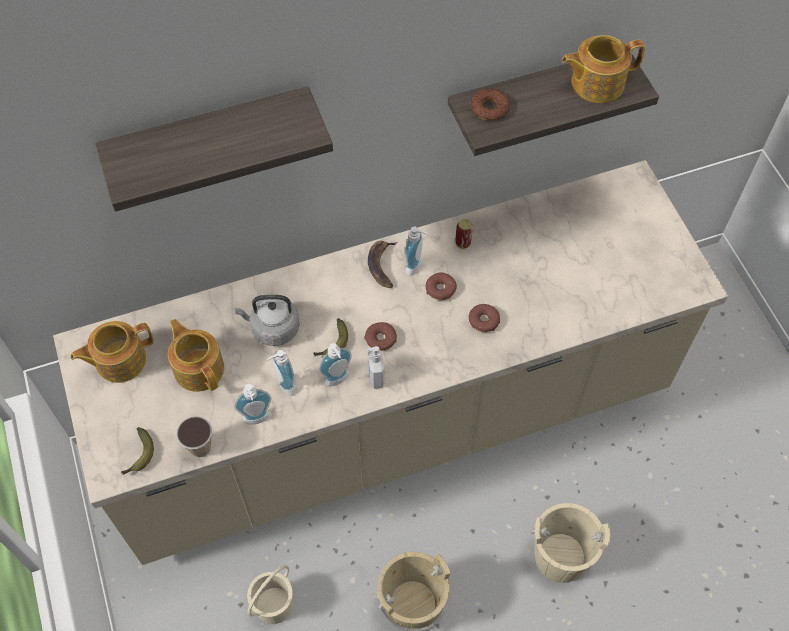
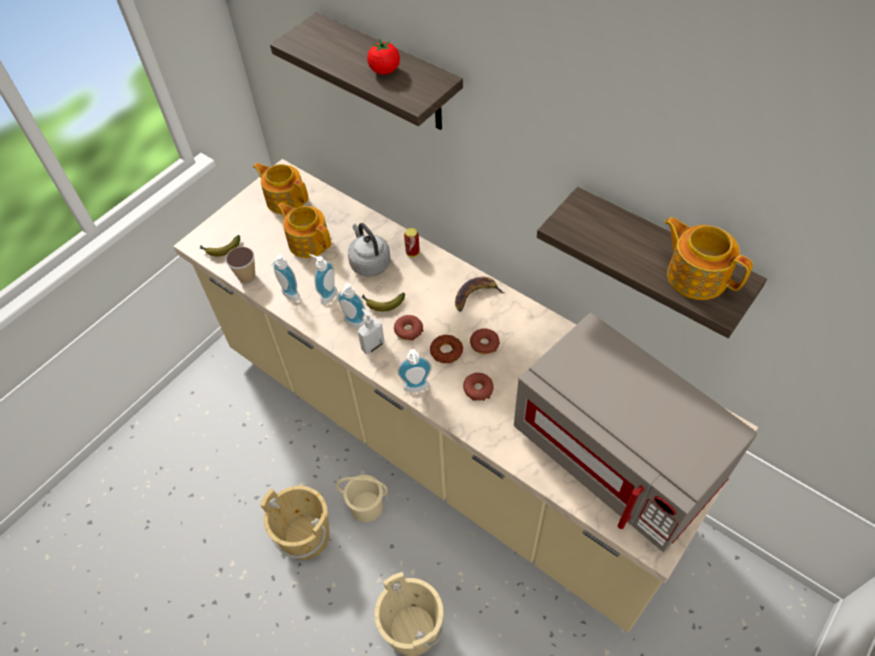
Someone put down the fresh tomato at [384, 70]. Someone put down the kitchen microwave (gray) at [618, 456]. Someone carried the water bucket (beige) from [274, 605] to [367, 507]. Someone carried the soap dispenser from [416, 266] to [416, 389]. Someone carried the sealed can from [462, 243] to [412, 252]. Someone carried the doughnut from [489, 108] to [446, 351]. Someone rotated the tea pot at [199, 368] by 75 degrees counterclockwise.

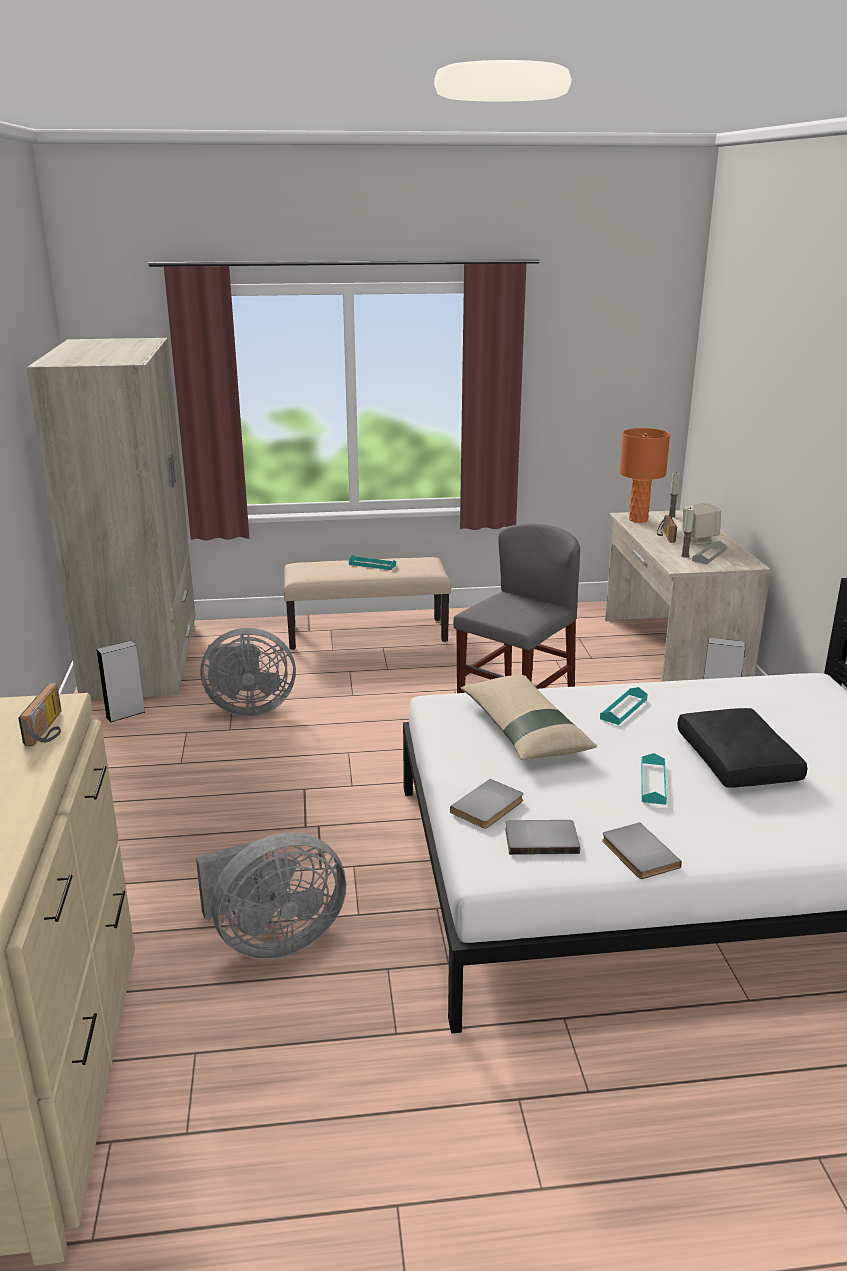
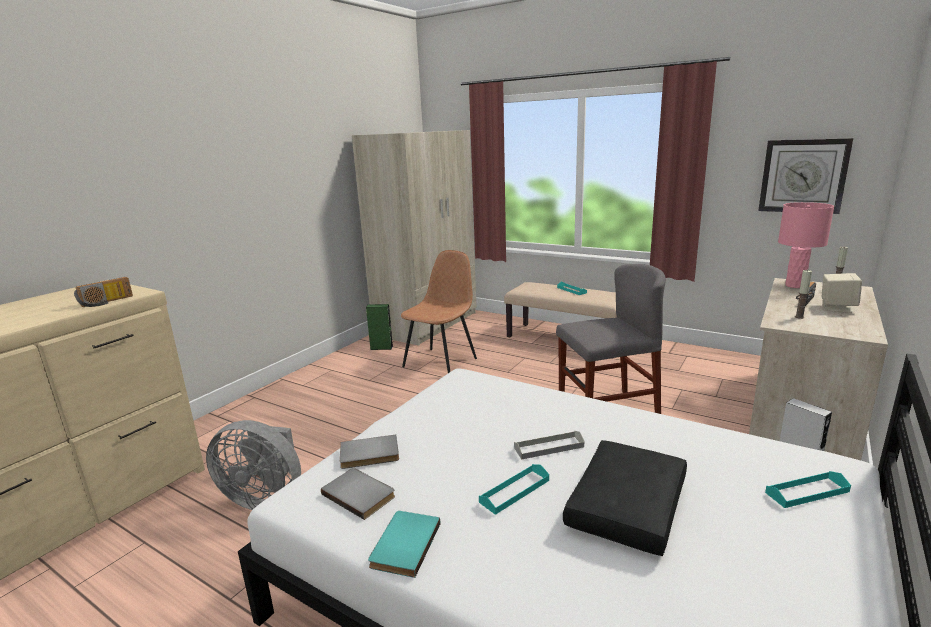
Someone took away the pillow (beige) at [523, 730]. Someone put up the hanging clock at [803, 176]. Someone carried the serving tray (turquoise-coloured) from [623, 709] to [807, 492]. Someone carried the serving tray (gray) from [709, 555] to [549, 447]. Someone swapped the electric fan (gray) at [248, 708] for the plain chair (brown-coloured) at [441, 362]. Someone repainted the speaker (gray) at [125, 714], which became the speaker (green-coloured) at [381, 348]. Someone repainted the bound book (gray) at [637, 854], which became the bound book (turquoise-coloured) at [403, 544]. Someone repainted the tabletop lamp (orange-coloured) at [638, 519], which became the tabletop lamp (pink) at [795, 285].

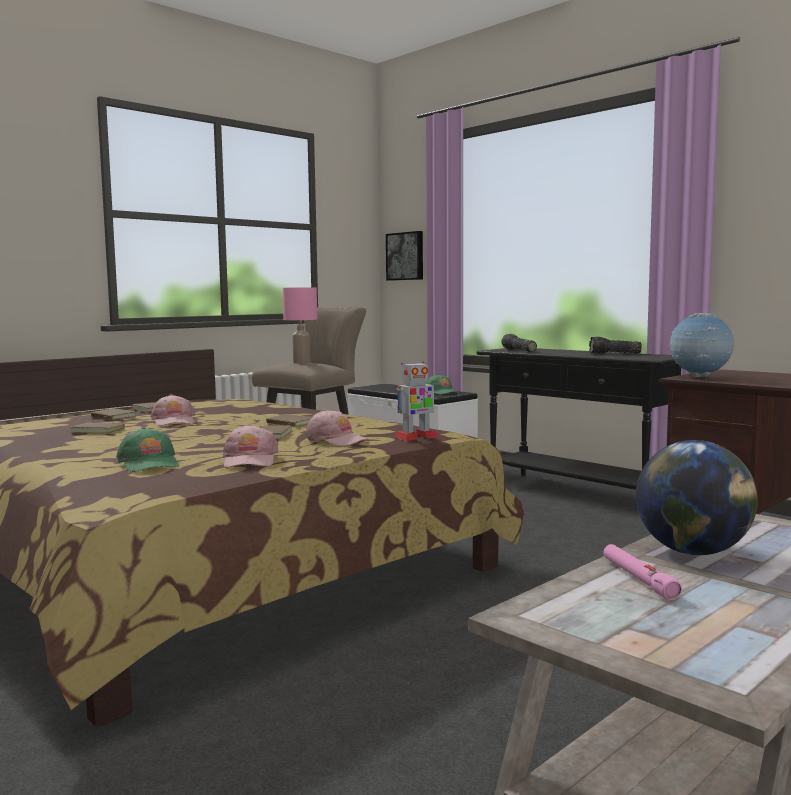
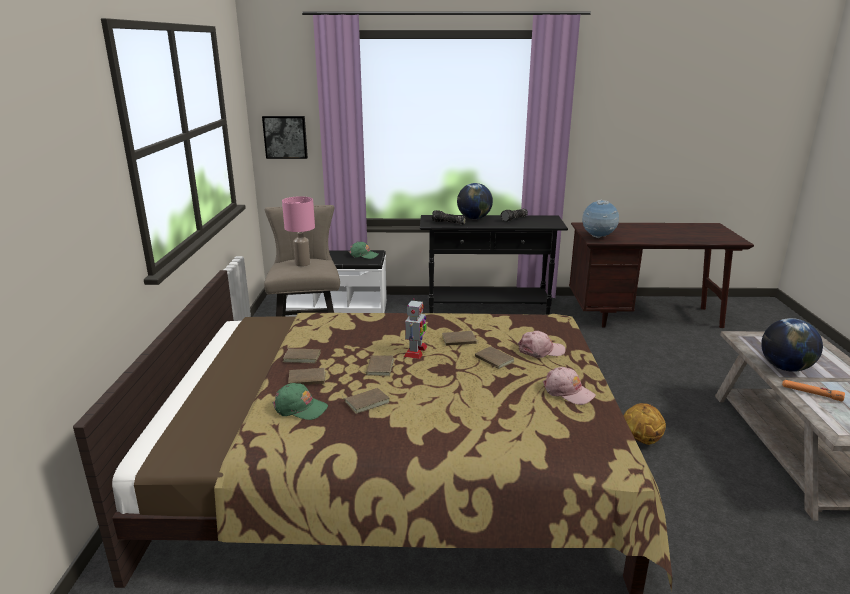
Someone put down the desk globe at [474, 218]. Someone put down the basketball ball at [640, 439]. Someone carried the peaked cap (green-coloured) from [149, 464] to [300, 408]. Someone carried the model robot from [416, 437] to [415, 351]. Someone swapped the peaked cap (pink) at [174, 421] for the bound book (brown-coloured) at [378, 367]. Someone repainted the torch (pink) at [638, 579], which became the torch (orange-coloured) at [811, 393].

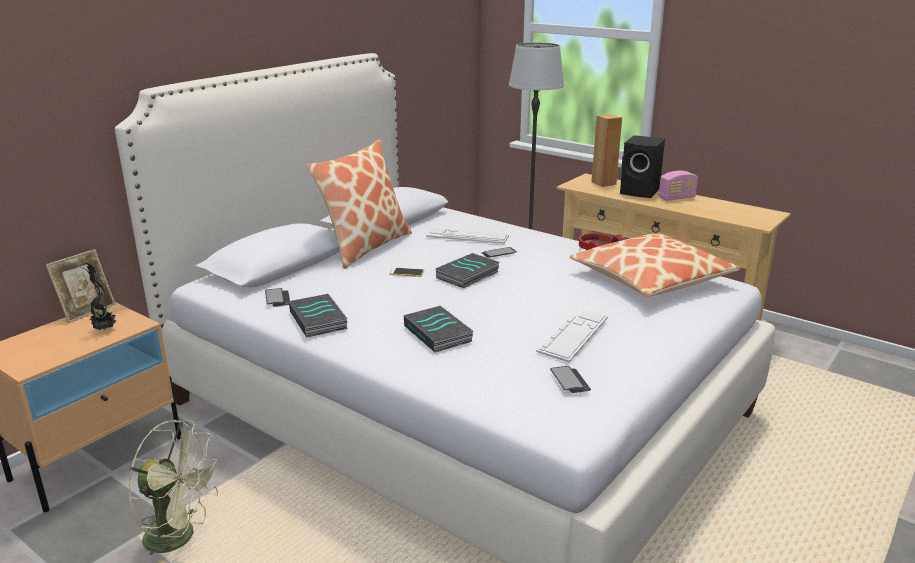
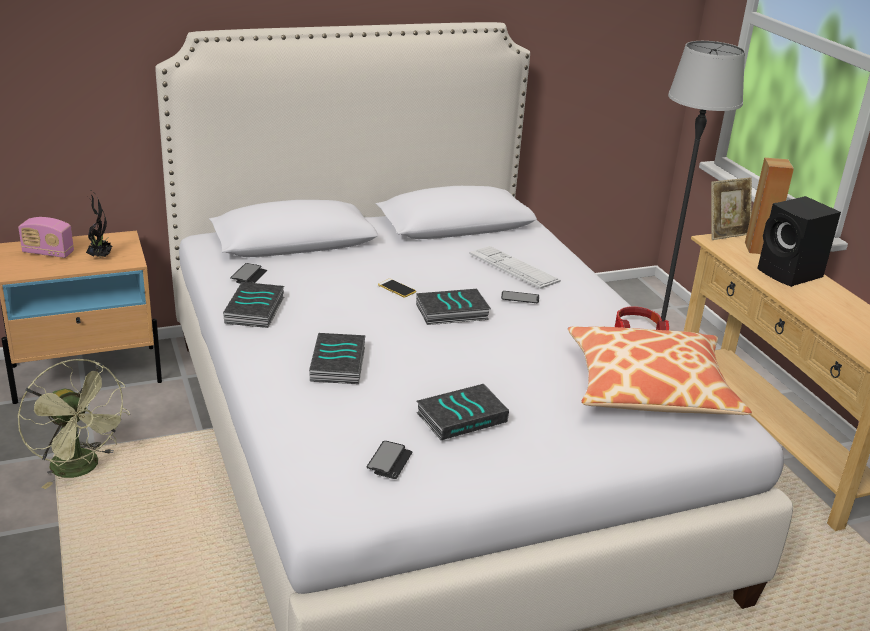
Someone took away the pillow at [365, 247]. Someone carried the picture frame from [87, 311] to [726, 233]. Someone carried the radio from [676, 198] to [48, 253]. Someone swapped the keyboard at [573, 335] for the bound book at [461, 416].

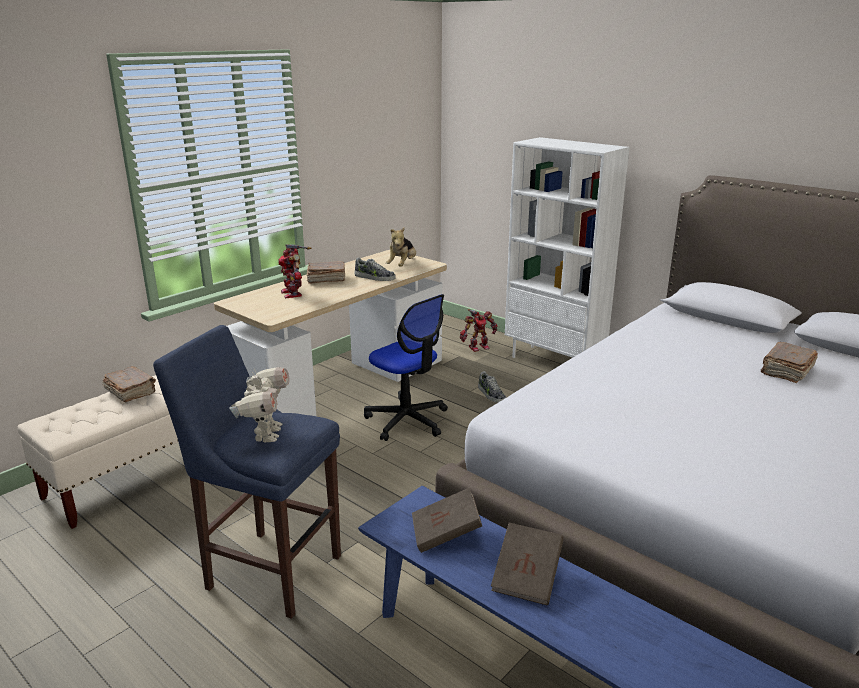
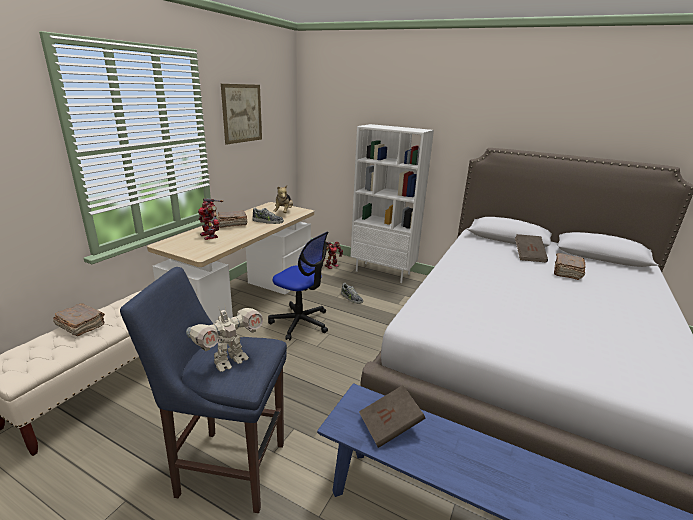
Someone put up the wall art at [242, 113]. Someone carried the bound book (brown-coloured) from [526, 578] to [529, 256]. Someone rotated the model robot at [265, 434] by 60 degrees clockwise.

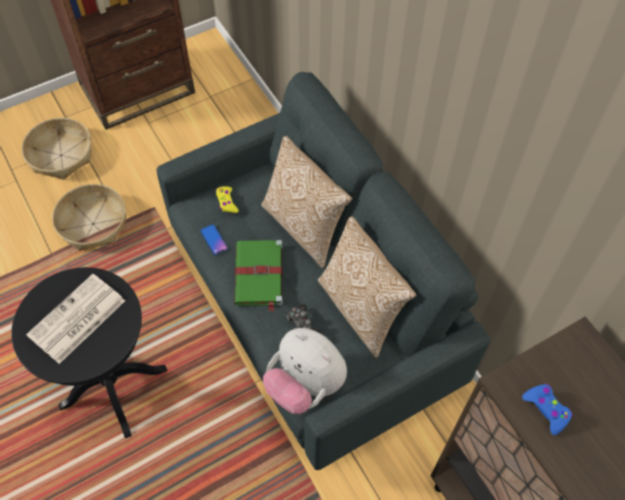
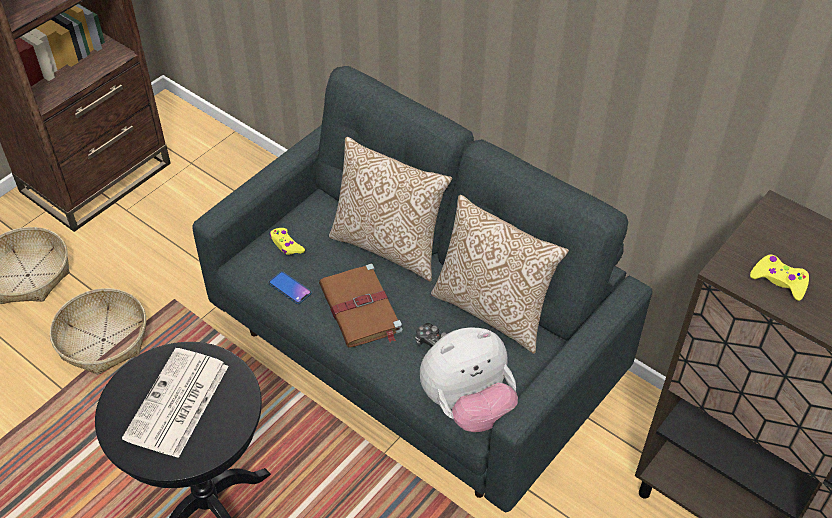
Someone repainted the bound book (green-coloured) at [259, 275], which became the bound book (brown-coloured) at [361, 309]. Someone repainted the joypad (bluish) at [546, 409], which became the joypad (yellow-coloured) at [779, 281]. Someone rotated the cuddly toy at [305, 384] by 45 degrees counterclockwise.

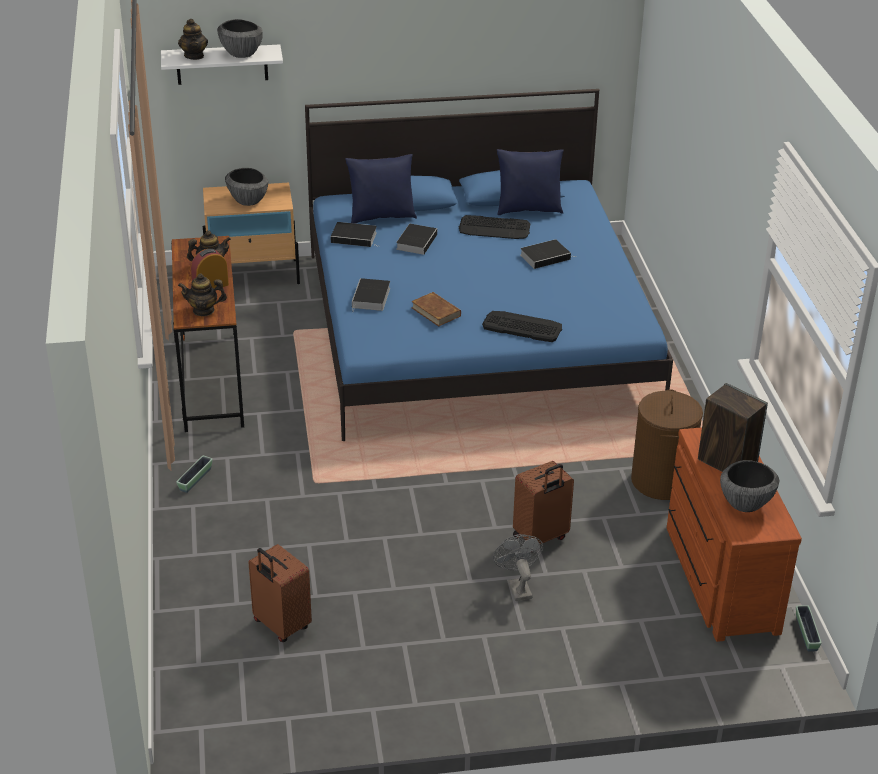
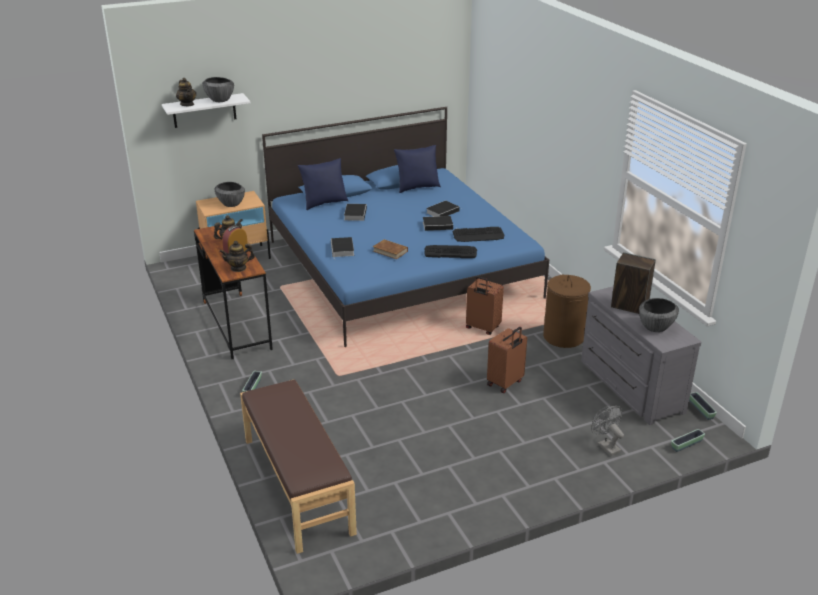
Someone put down the long seat (brown-coloured) at [296, 485]. Someone put down the plant pot at [686, 444]. Someone carried the piece of luggage (brown-coloured) from [280, 625] to [482, 328]. Someone carried the bound book from [355, 237] to [438, 225]. Someone carried the keyboard from [494, 228] to [478, 235]. Someone carried the electric fan (gray) from [517, 587] to [605, 446]. Someone repainted the drawer chest (brown-coloured) at [717, 577], which became the drawer chest (gray) at [629, 387].

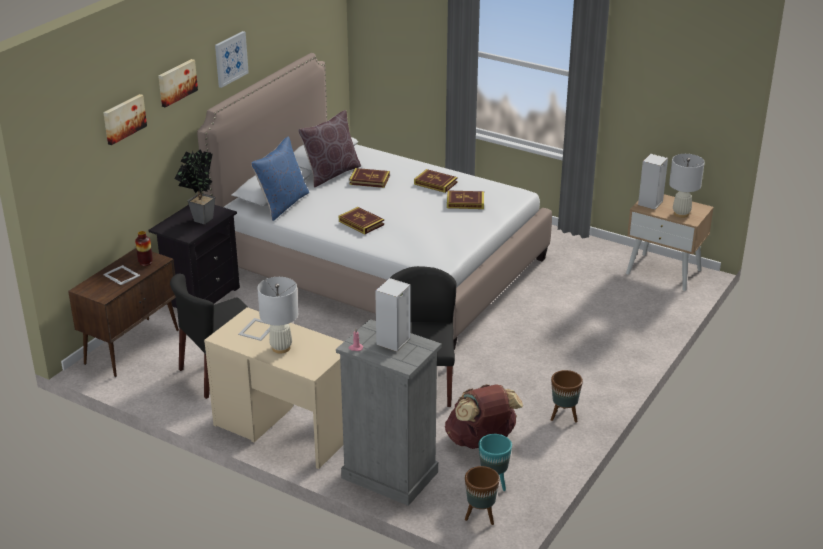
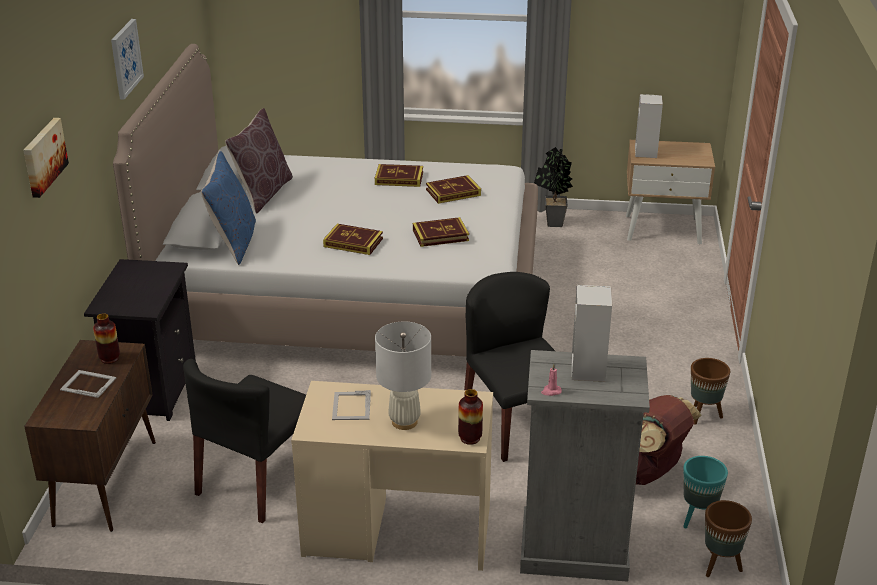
Someone took away the wall art at [176, 82]. Someone took away the tabletop lamp (white) at [681, 214]. Someone put down the vase at [470, 438]. Someone carried the houseplant from [200, 220] to [553, 224]. Someone carried the bound book from [369, 180] to [440, 235].

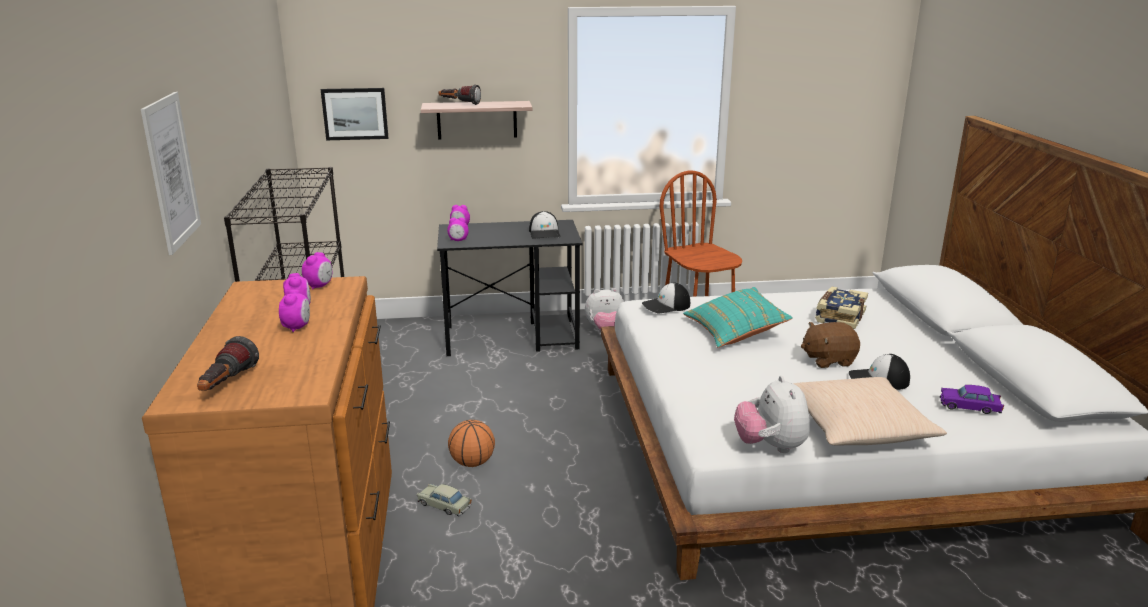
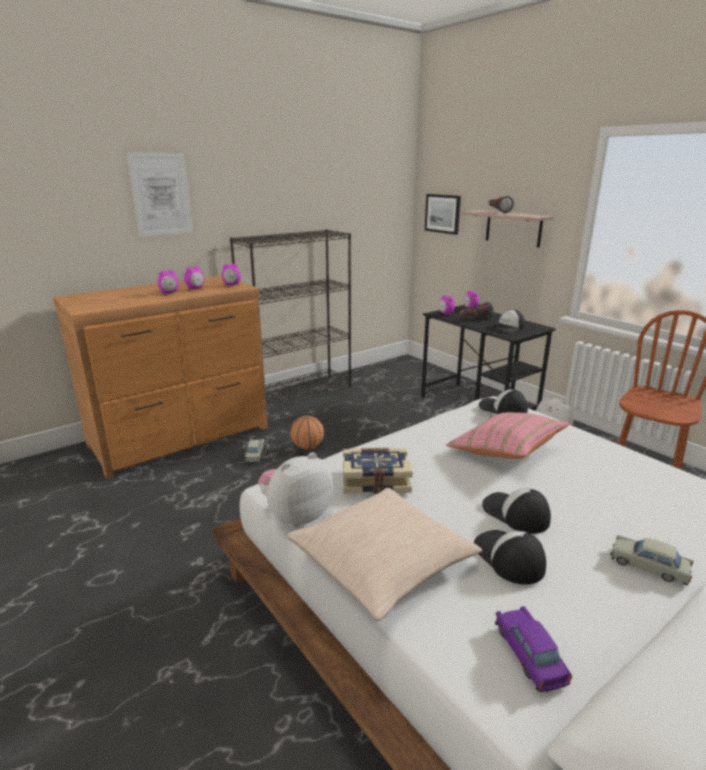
Someone put down the miniature car (beige) at [648, 566]. Someone carried the torch from [226, 384] to [474, 319]. Someone carried the bound book from [839, 316] to [375, 480]. Someone swapped the cuddly toy (brown-coloured) at [828, 360] for the peaked cap at [515, 513]. Someone repainted the pillow (turquoise-coloured) at [735, 332], which became the pillow (pink) at [505, 451].

